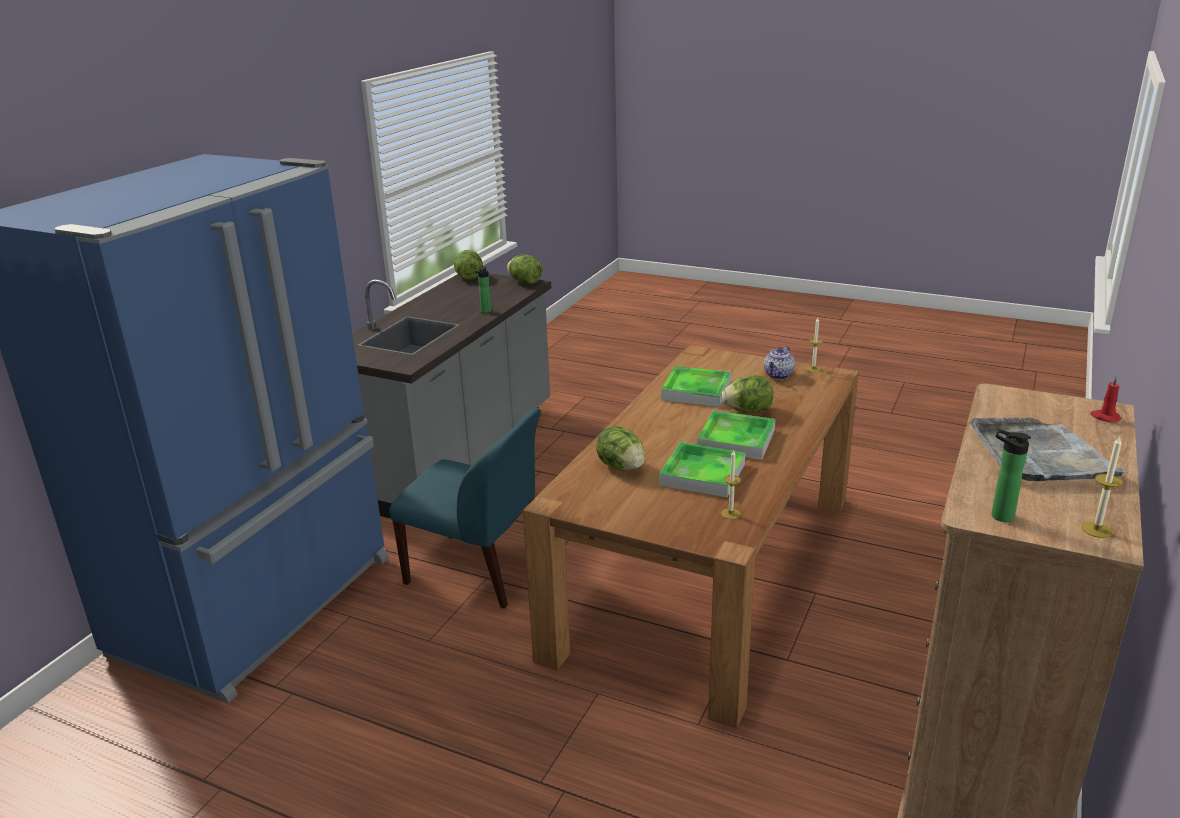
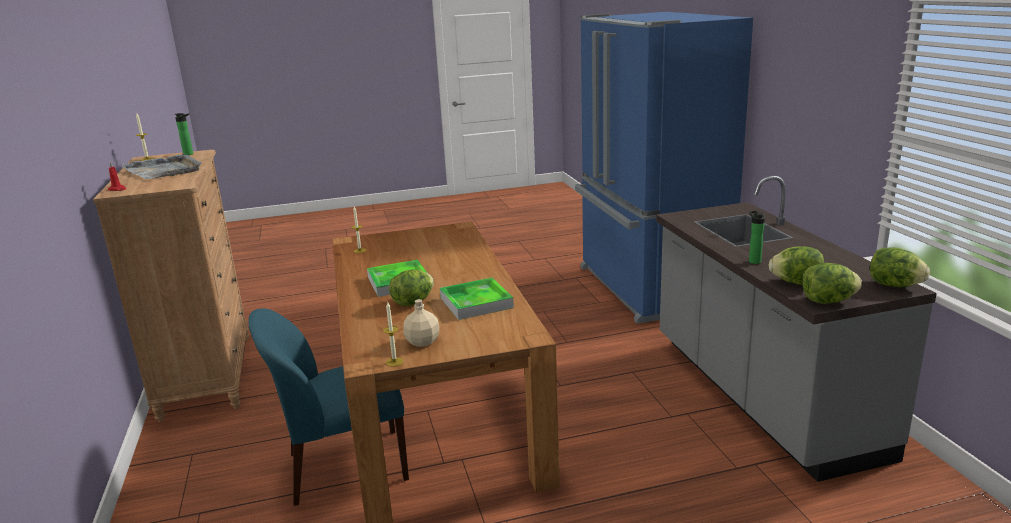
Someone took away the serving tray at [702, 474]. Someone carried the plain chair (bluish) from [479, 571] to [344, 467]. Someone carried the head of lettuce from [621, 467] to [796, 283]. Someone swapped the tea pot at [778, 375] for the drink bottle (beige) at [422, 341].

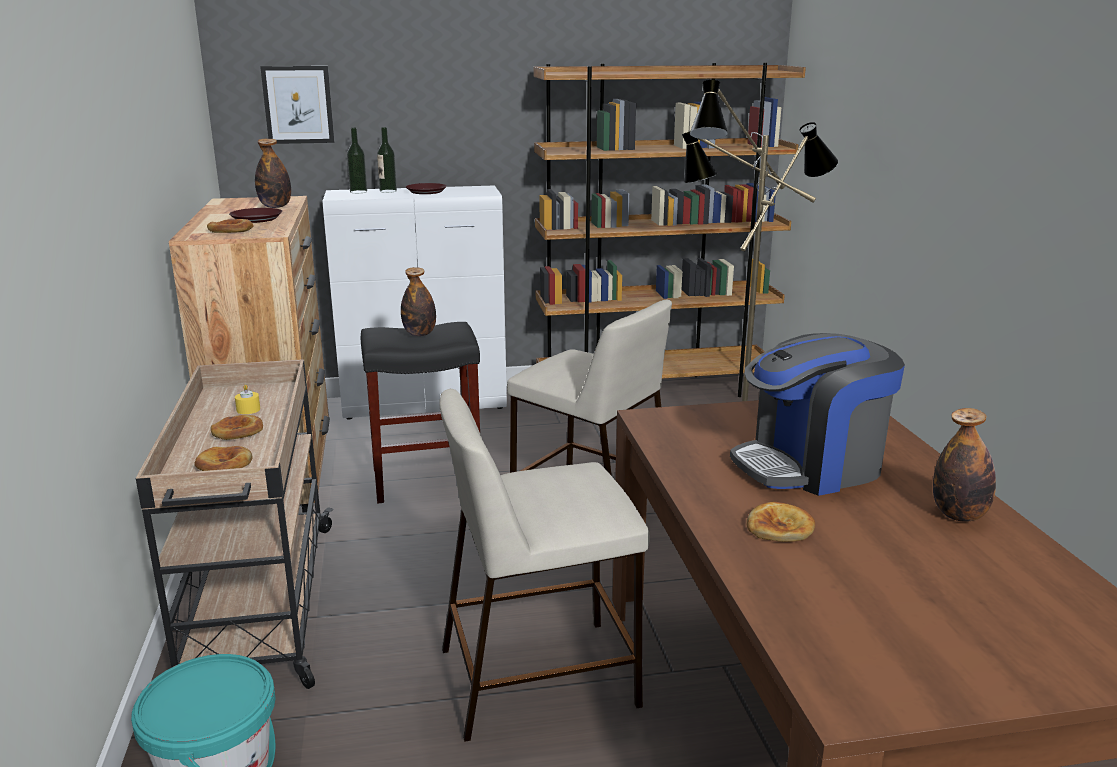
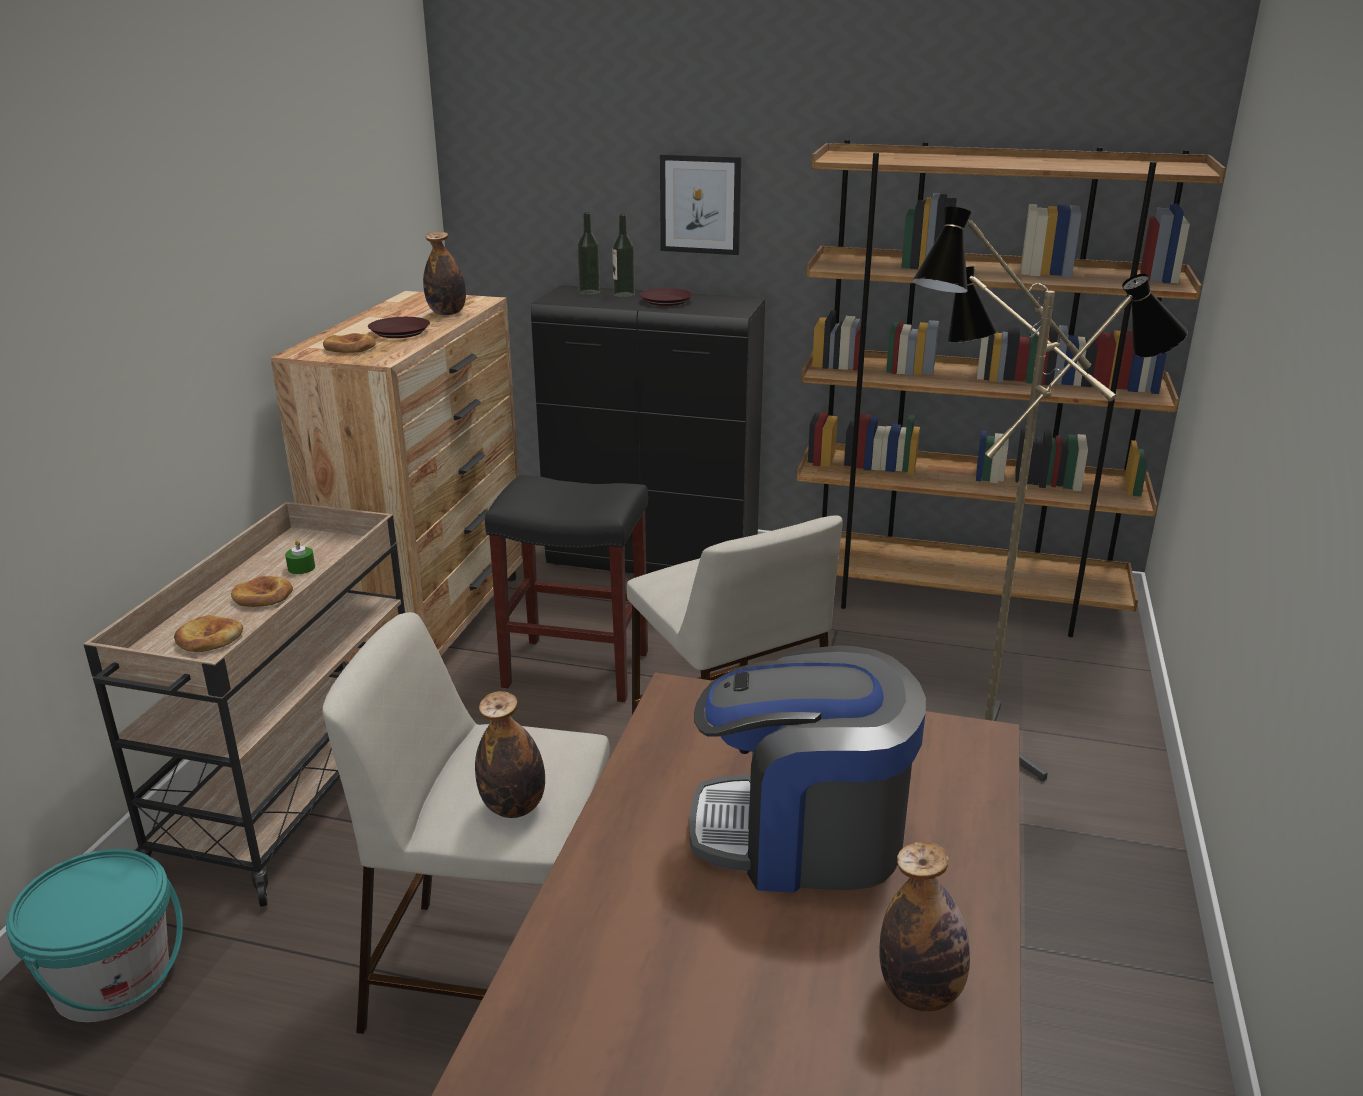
Someone took away the bread at [780, 527]. Someone carried the wall art from [298, 105] to [700, 204]. Someone carried the drink bottle from [419, 334] to [513, 807]. Someone repainted the candle (yellow-coloured) at [248, 409], which became the candle (green-coloured) at [301, 568]. Someone repainted the cabinet (white) at [426, 404], which became the cabinet (black) at [654, 563].

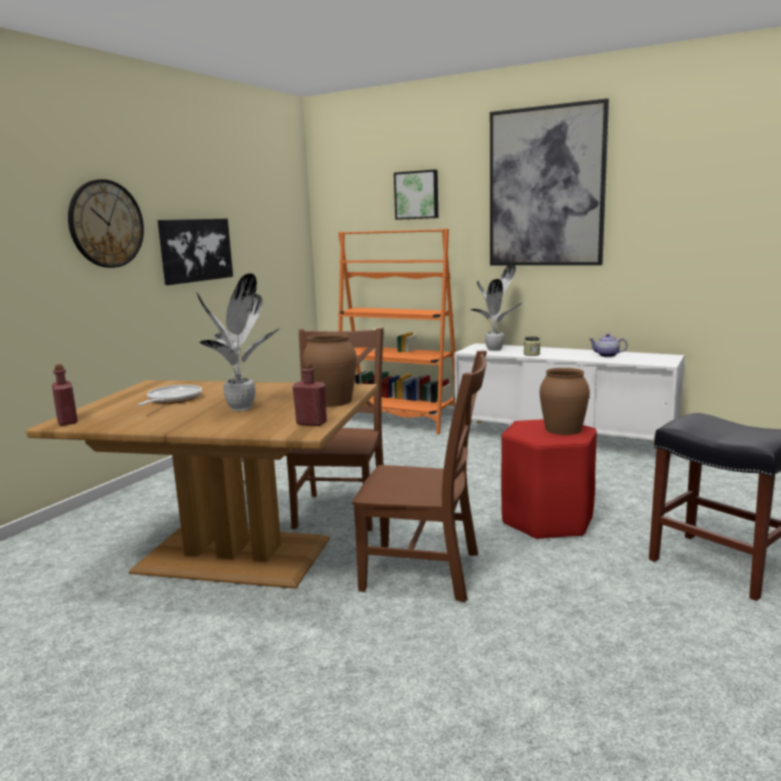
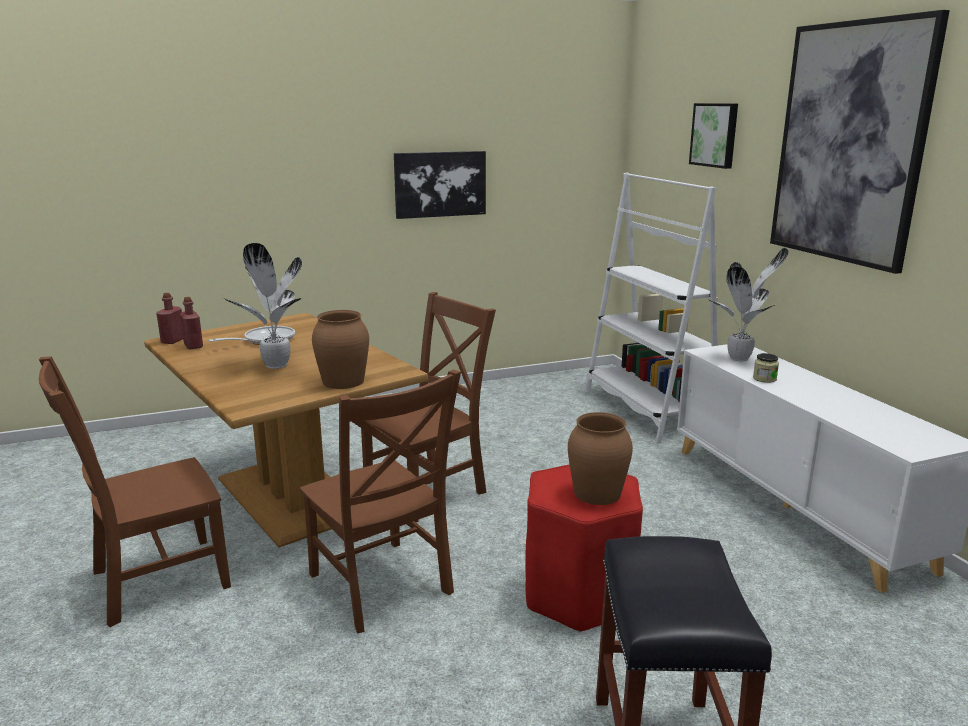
Someone took away the hanging clock at [106, 224]. Someone took away the tea pot at [606, 355]. Someone put down the plain chair (brown-coloured) at [154, 581]. Someone carried the drink bottle (red) from [311, 423] to [193, 346]. Someone repainted the bookcase (orange-coloured) at [398, 419], which became the bookcase (white) at [648, 410].

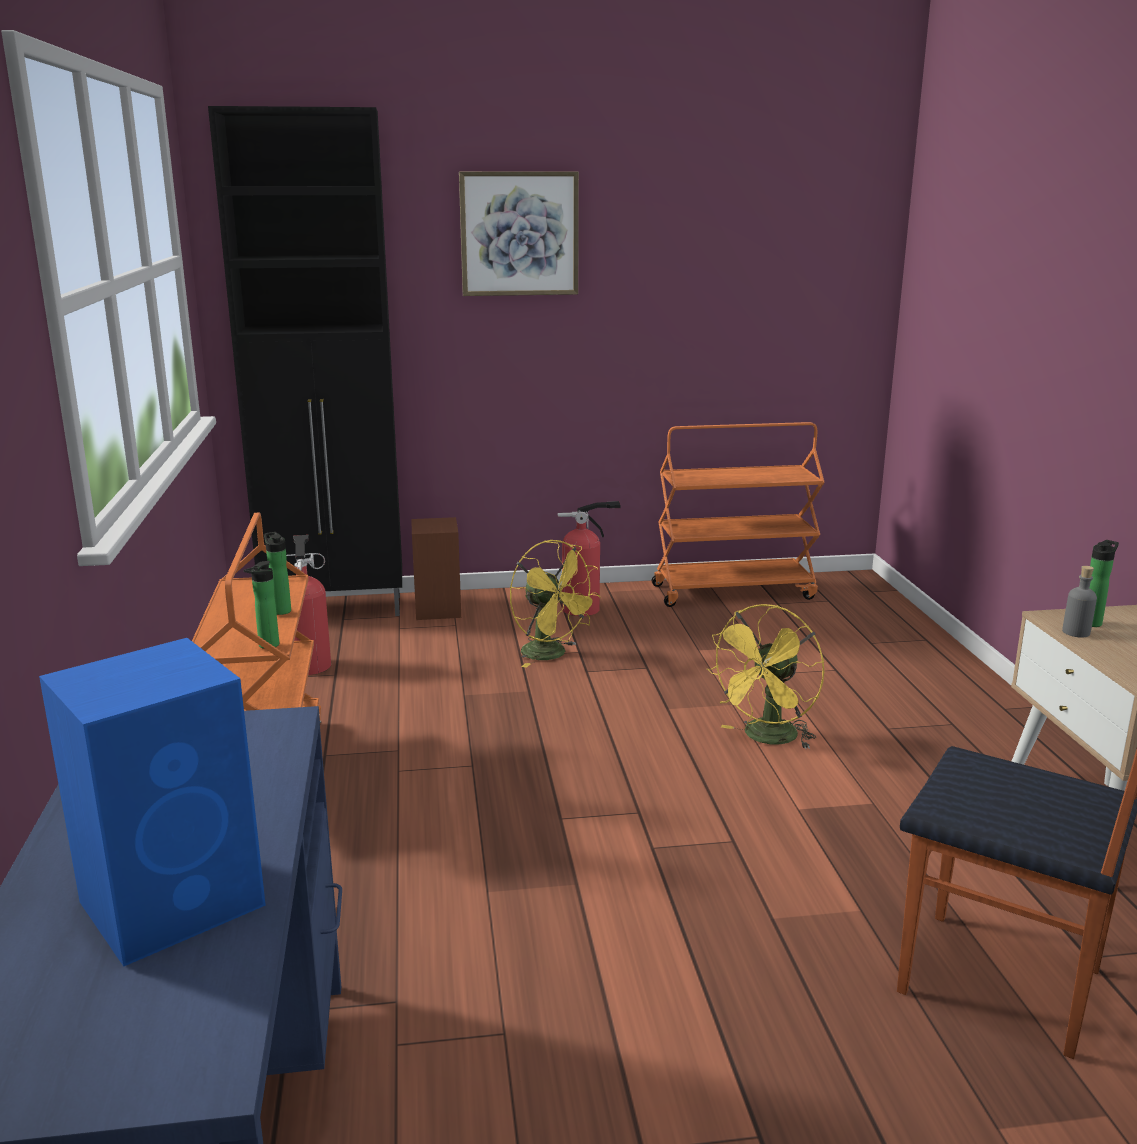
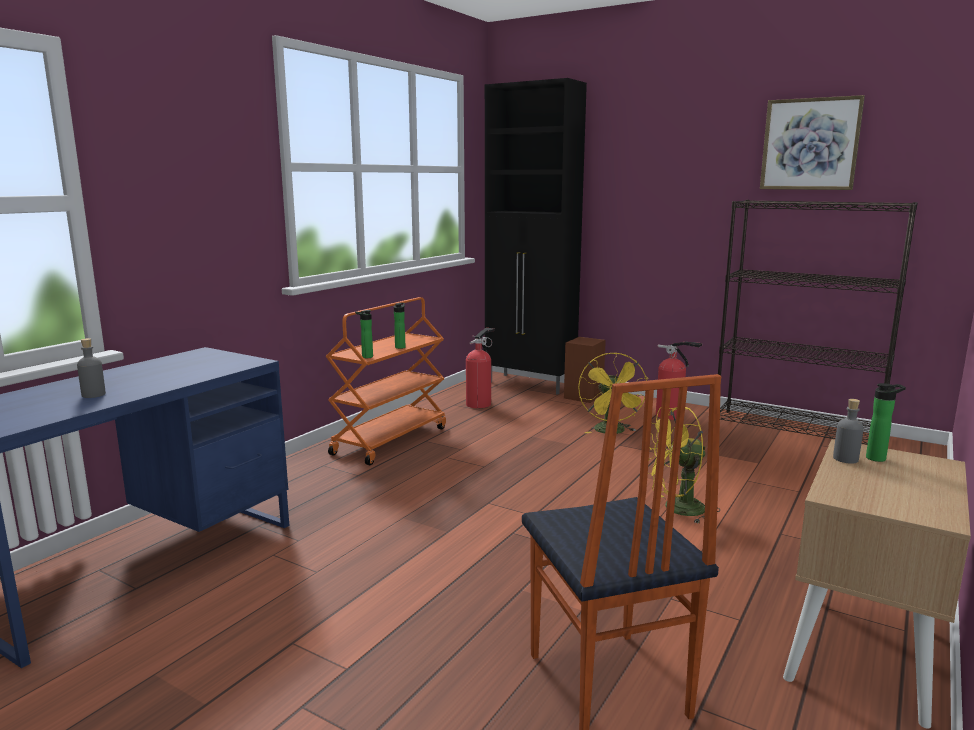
Someone carried the wall art from [519, 234] to [810, 144]. Someone swapped the speaker (bluish) at [177, 902] for the drink bottle (gray) at [93, 394]. Someone swapped the trolley (orange-coloured) at [734, 591] for the bookcase (black) at [796, 431].

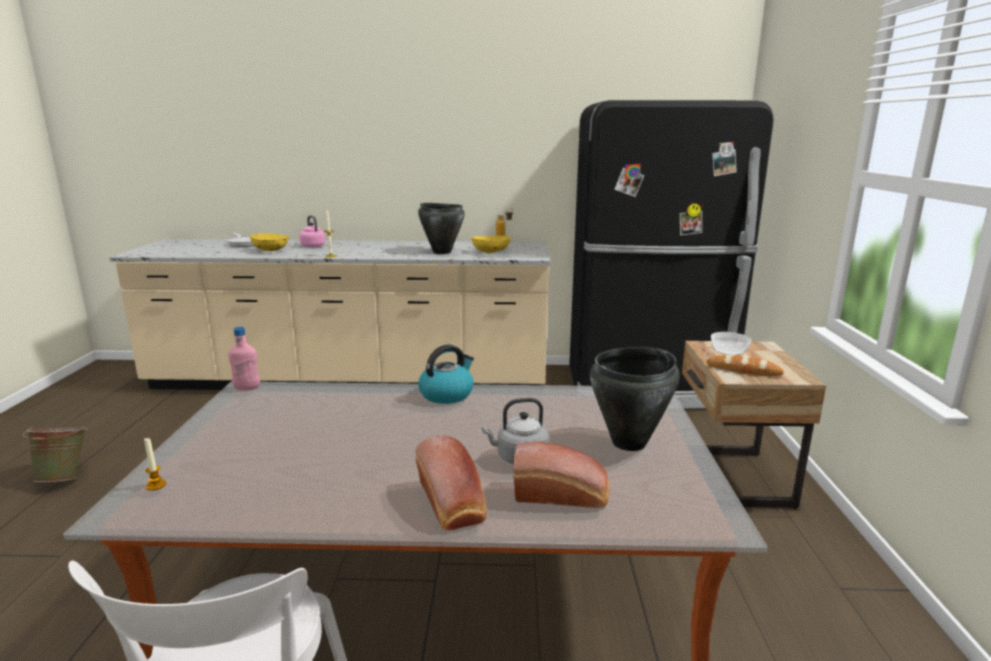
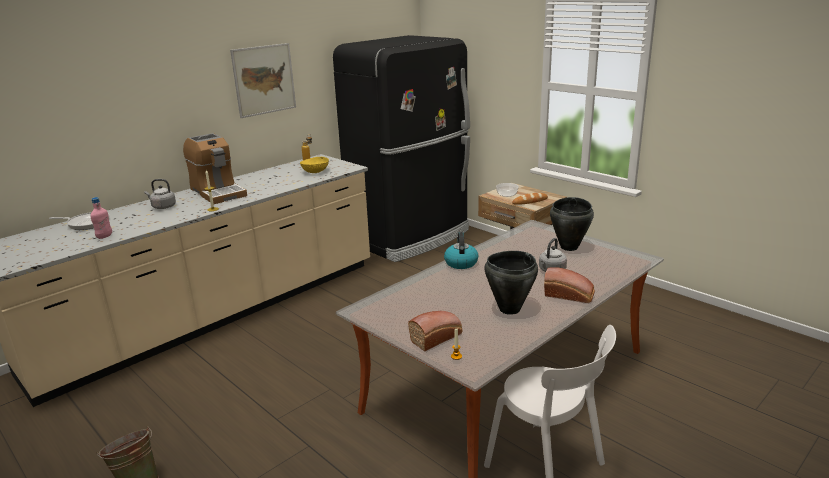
Someone took away the deep dish (yellow-coloured) at [271, 250]. Someone put down the coffee maker at [217, 192]. Someone put up the wall art at [264, 80]. Someone carried the drink bottle (pink) from [247, 388] to [104, 236]. Someone carried the saucepot (black) from [441, 252] to [509, 309]. Someone carried the bread from [562, 495] to [437, 337]. Someone repainted the kettle (pink) at [312, 246], which became the kettle (gray) at [162, 207].

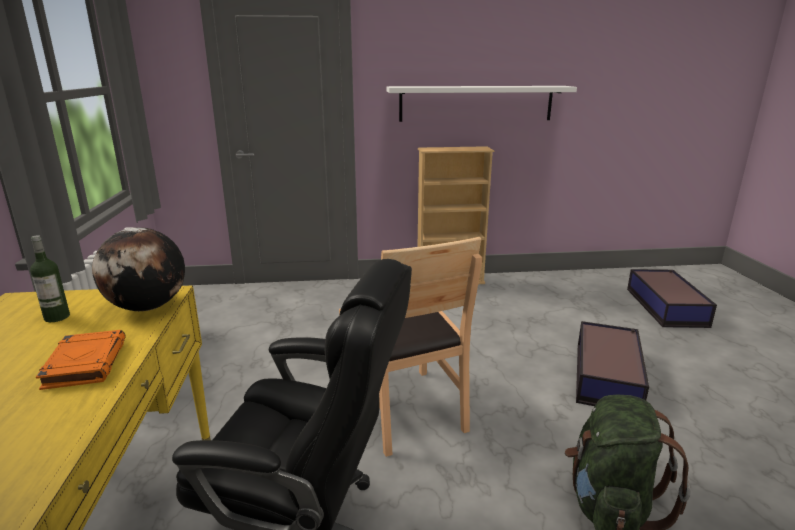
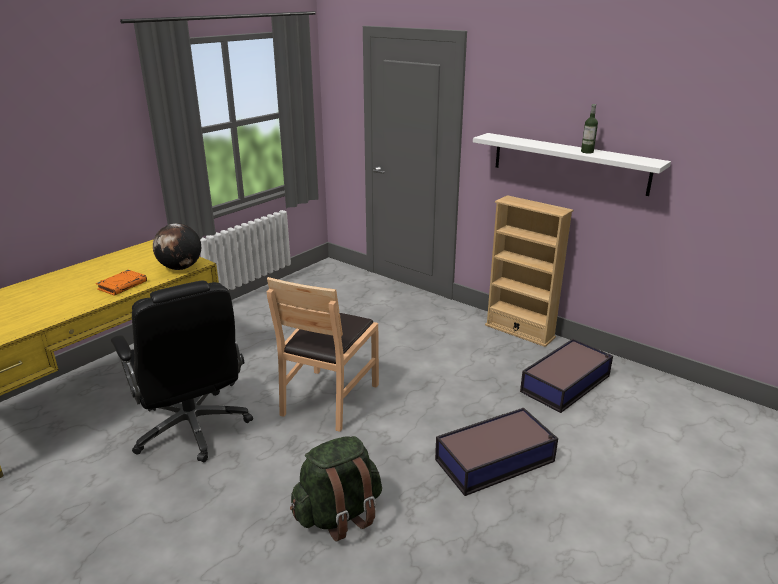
Someone carried the drink bottle from [57, 317] to [587, 152]. Someone carried the storage bin from [665, 306] to [566, 383].

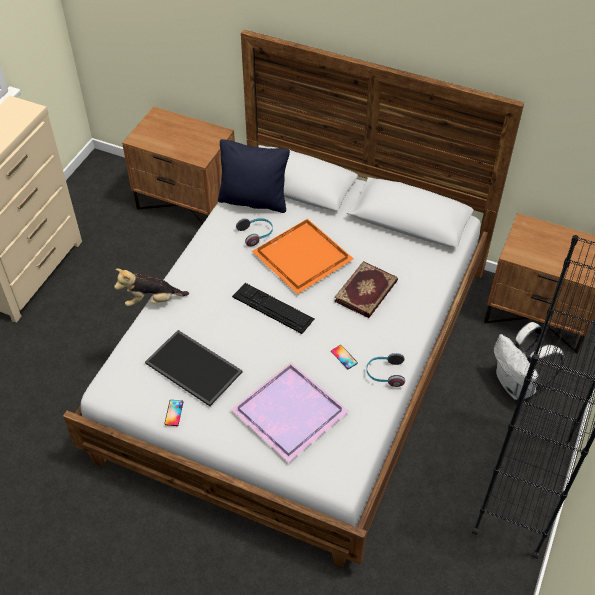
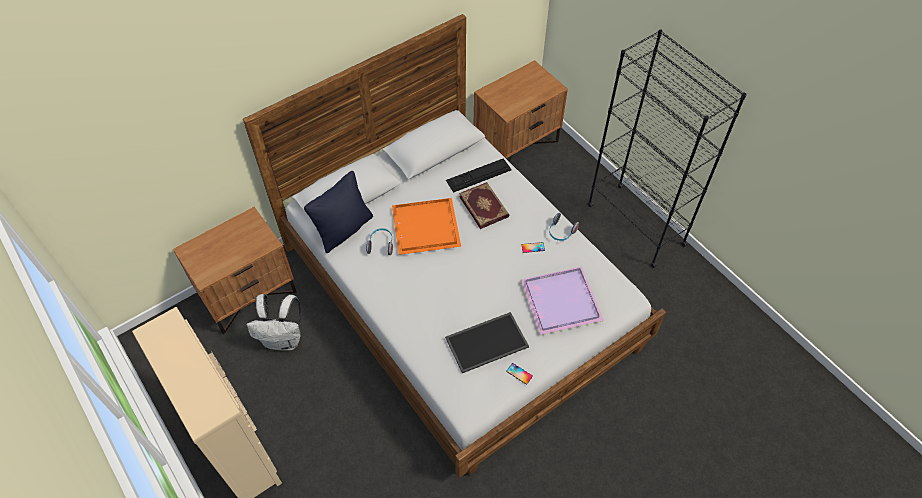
Someone took away the cuddly toy at [152, 300]. Someone carried the keyboard from [273, 308] to [478, 175]. Someone carried the backpack (white) from [517, 385] to [284, 340].

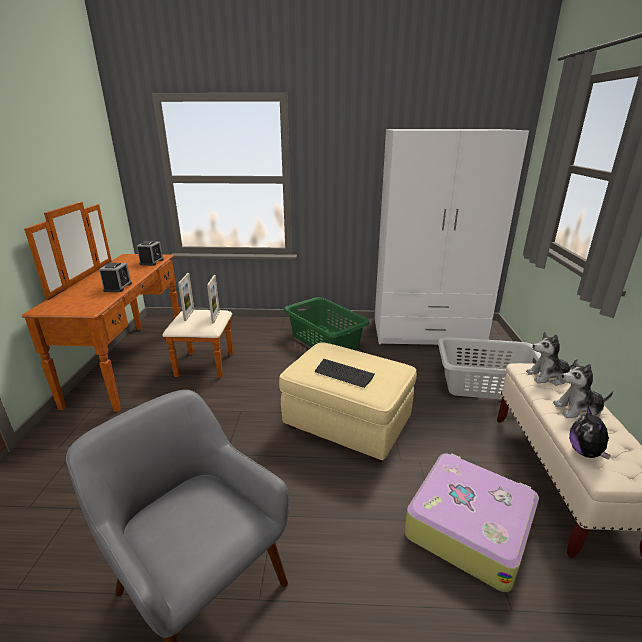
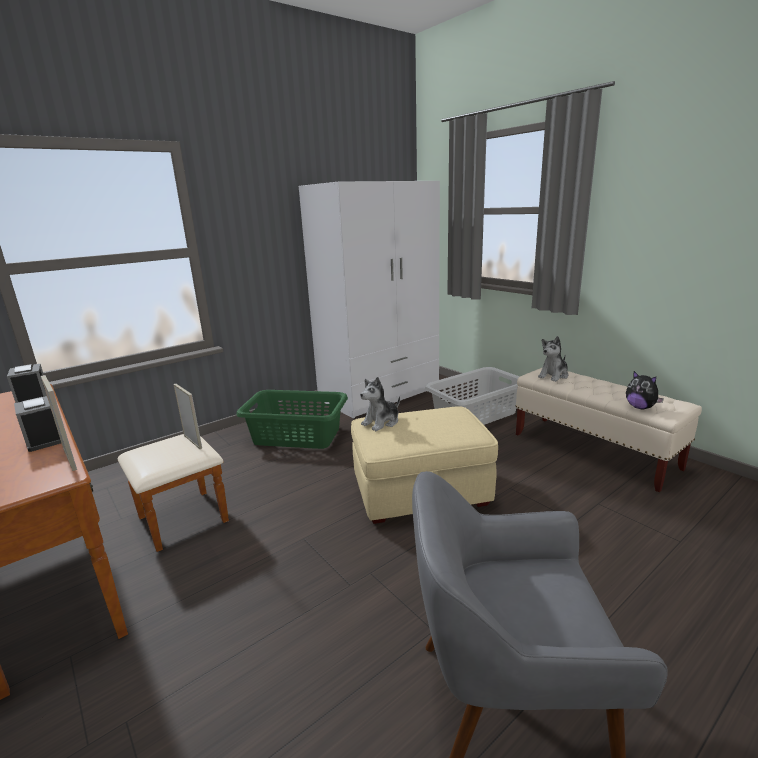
Someone took away the keyboard at [343, 374]. Someone took away the piece of luggage at [468, 526]. Someone carried the picture frame from [189, 315] to [70, 459]. Someone carried the cuddly toy from [578, 410] to [381, 422].

